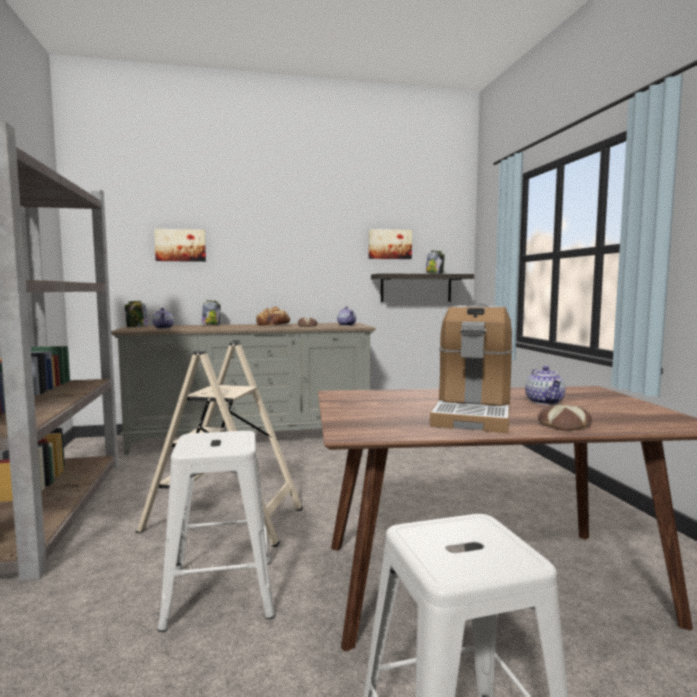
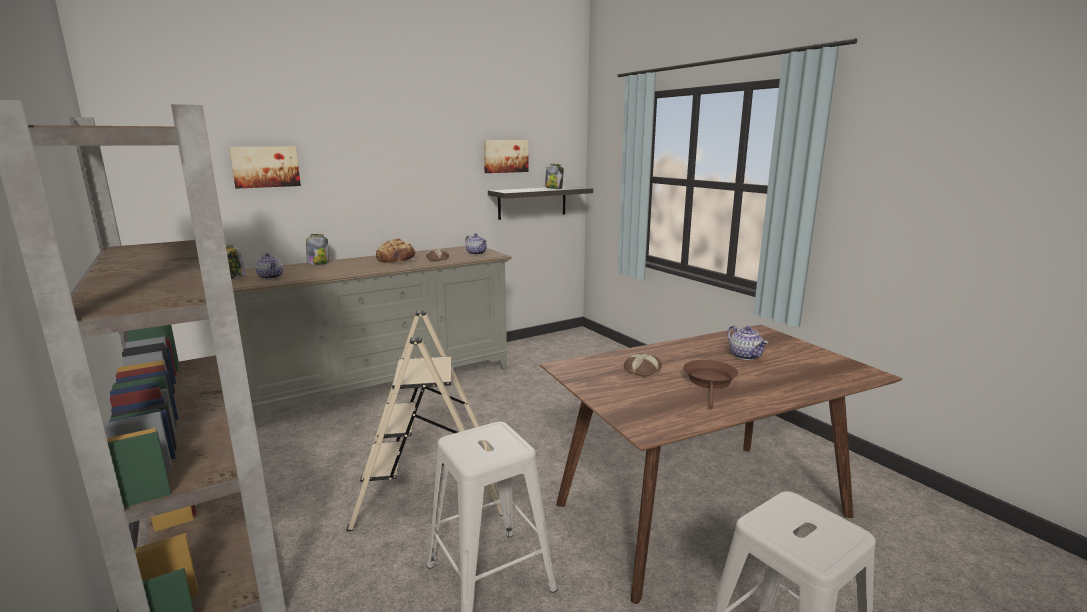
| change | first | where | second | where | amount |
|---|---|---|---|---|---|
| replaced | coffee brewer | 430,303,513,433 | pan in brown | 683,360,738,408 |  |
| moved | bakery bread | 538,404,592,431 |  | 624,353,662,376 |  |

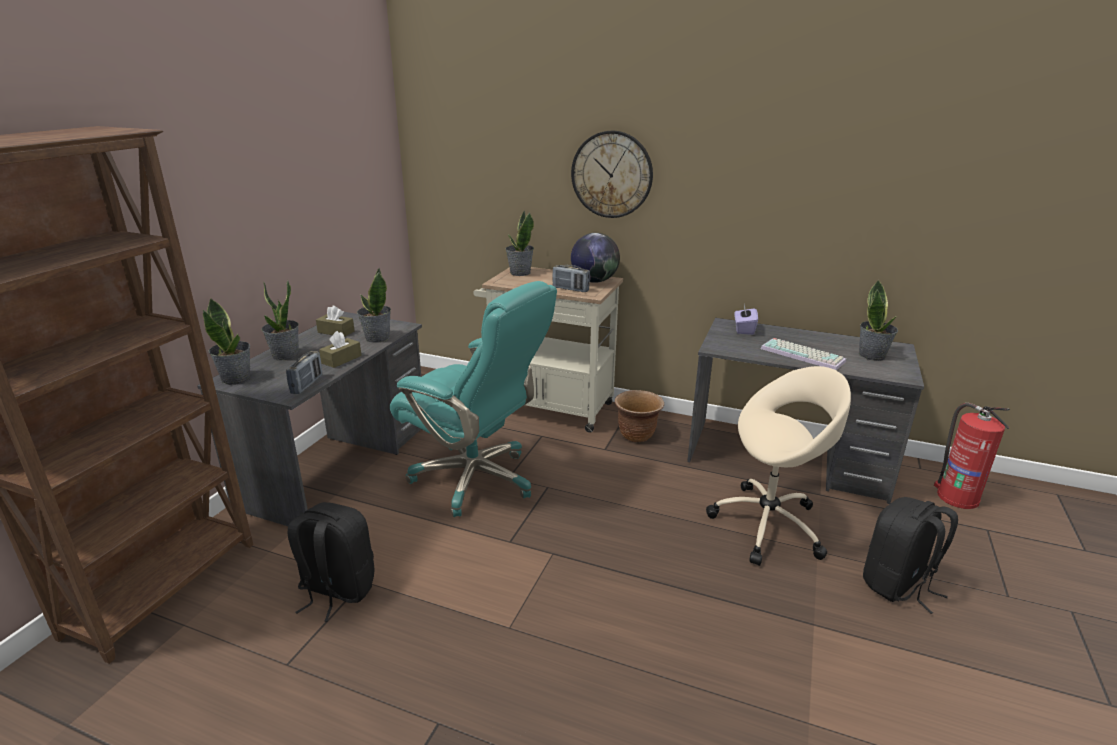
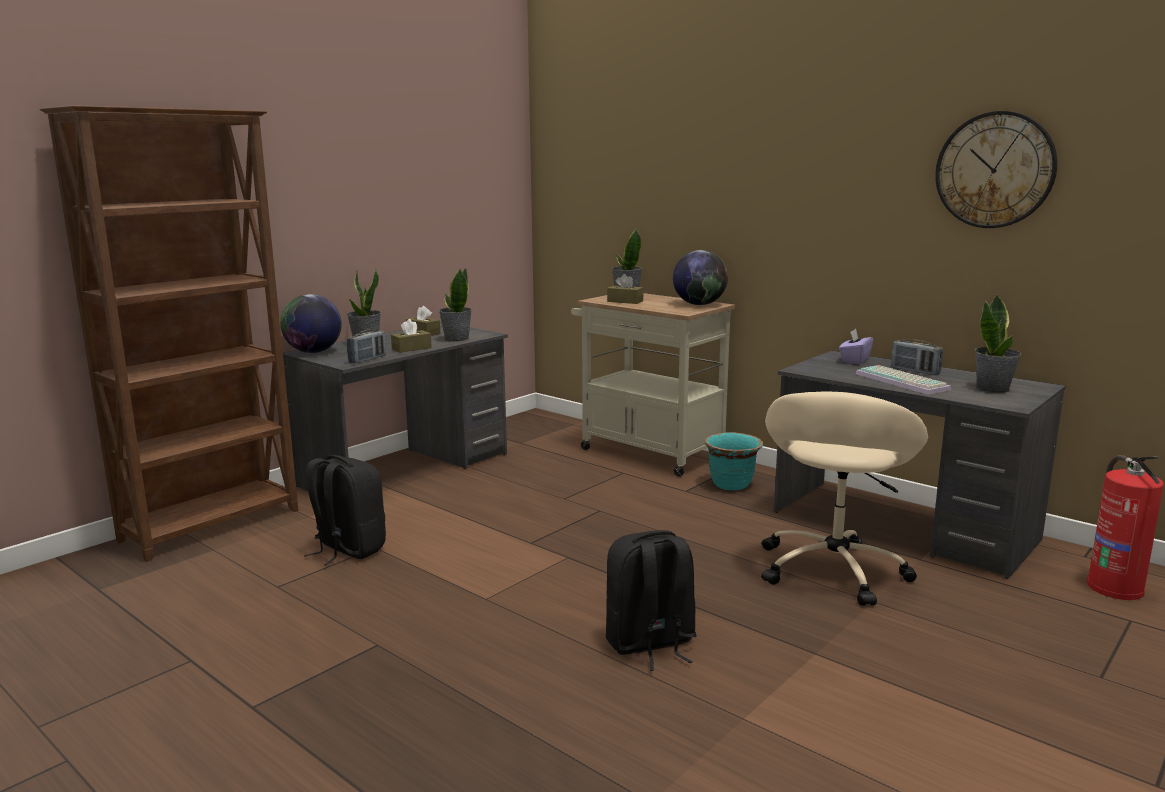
| change | first | where | second | where | amount |
|---|---|---|---|---|---|
| replaced | houseplant | 203,298,250,385 | globe | 280,294,342,353 |  |
| removed | computer chair in turquoise | 390,281,557,517 |  |  |  |
| moved | radio receiver | 552,265,590,292 |  | 891,339,943,375 |  |
| moved | hanging clock | 571,131,653,218 |  | 935,111,1057,228 |  |
| recoloured | planter in brown | 615,390,664,442 | planter in turquoise | 705,432,763,491 |  |
| turned | computer chair in beige-coloured | 706,366,851,566 |  | 761,392,928,606 | 90 degrees clockwise |
| moved | knapsack in blackish | 863,497,958,614 |  | 606,530,697,671 |  |
| added |  |  | tissue holder in brown | 607,274,643,304 |  |

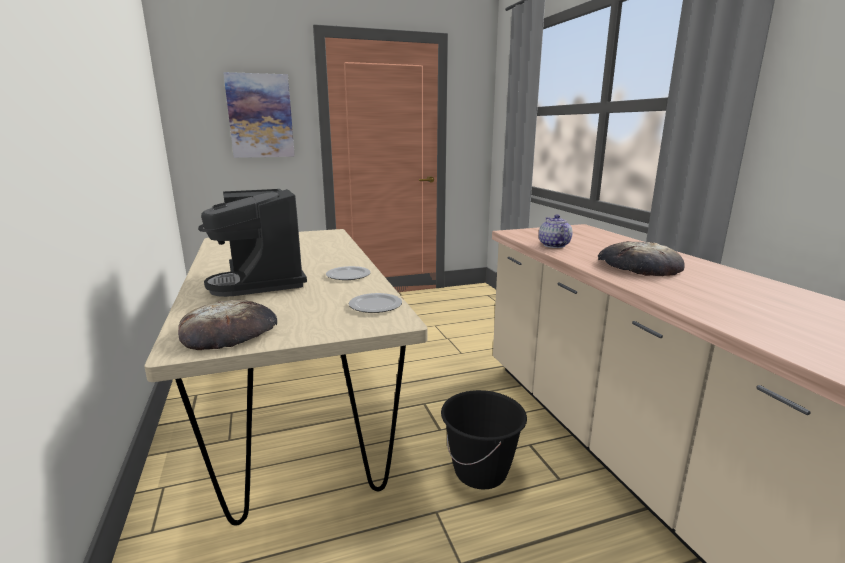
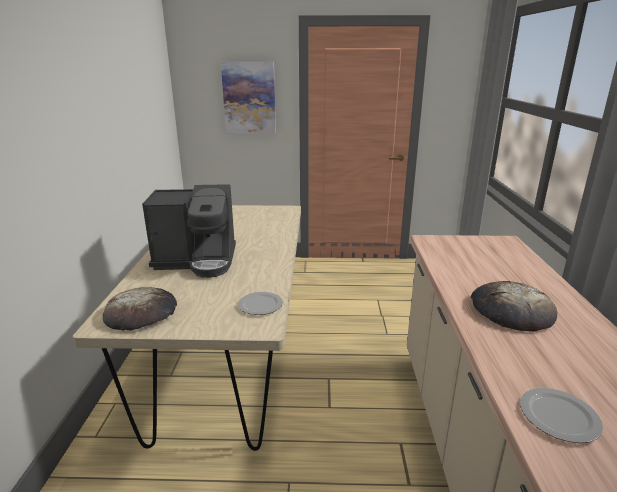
| change | first | where | second | where | amount |
|---|---|---|---|---|---|
| turned | coffee brewer | 198,189,307,297 |  | 142,184,236,278 | 90 degrees counterclockwise |
| moved | flat dish | 326,266,371,280 |  | 520,388,603,443 |  |
| removed | bucket in blackish | 441,390,527,489 |  |  |  |
| removed | teapot | 539,214,572,248 |  |  |  |

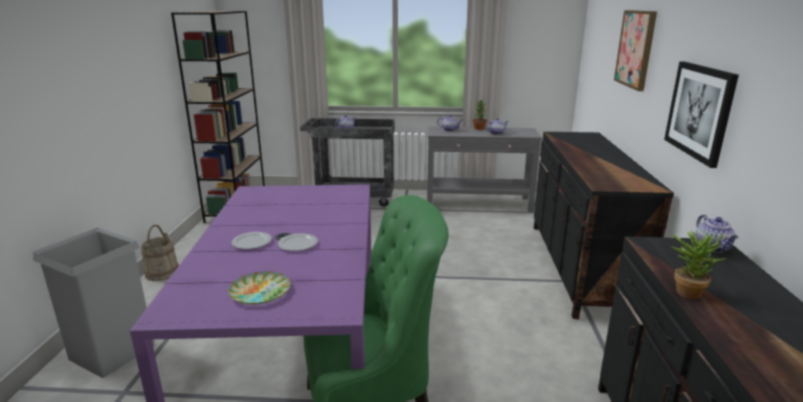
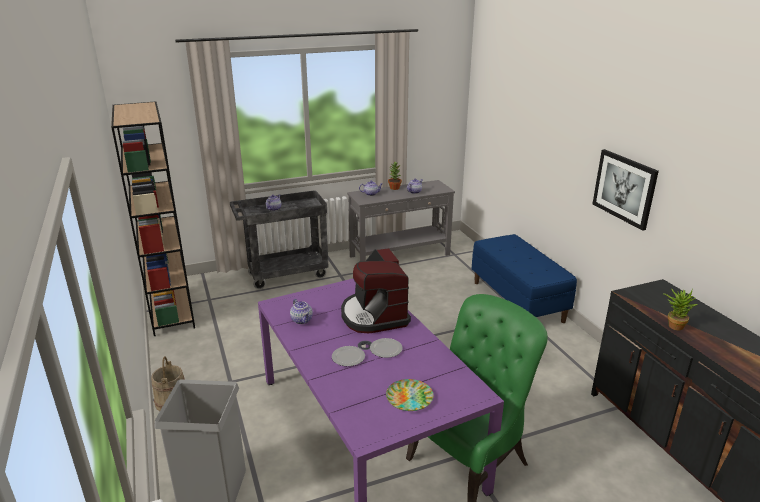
| change | first | where | second | where | amount |
|---|---|---|---|---|---|
| replaced | storage cabinet in blackish | 534,132,674,319 | bench in blue-coloured | 472,234,577,323 |  |
| removed | picture | 614,10,657,91 |  |  |  |
| moved | teapot | 695,215,738,253 |  | 290,299,313,324 |  |
| added |  |  | coffee brewer | 341,248,411,334 |  |

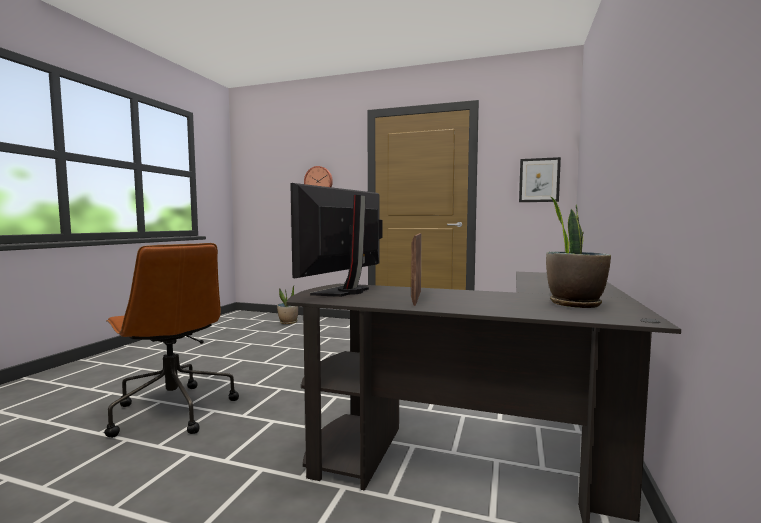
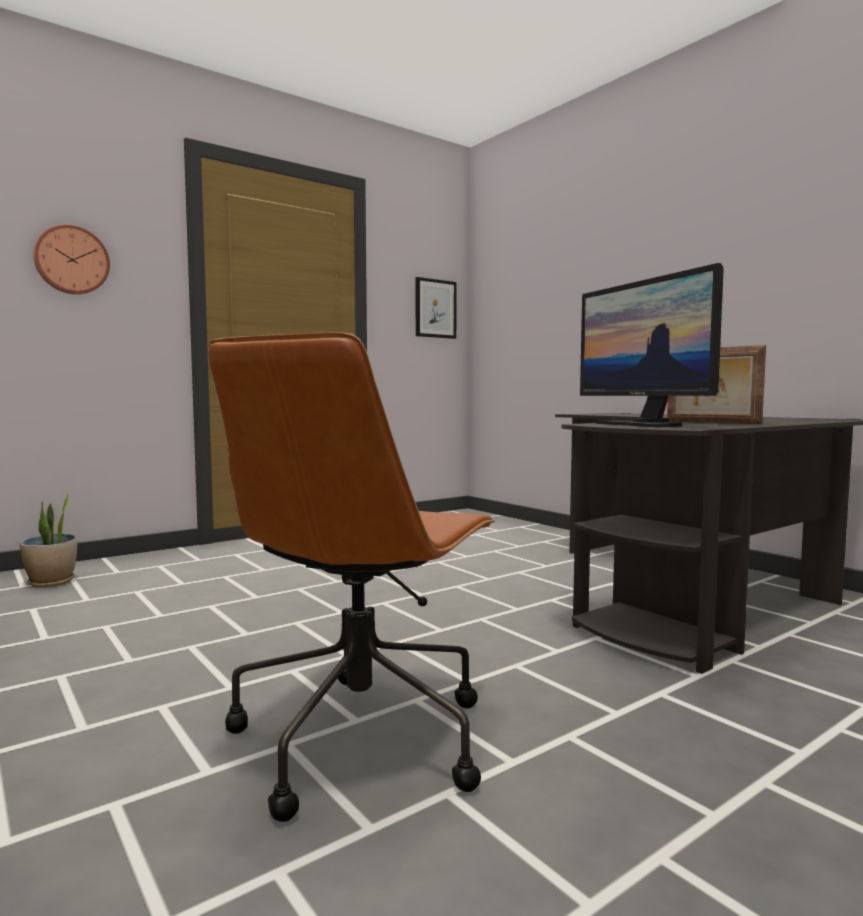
| change | first | where | second | where | amount |
|---|---|---|---|---|---|
| turned | computer chair in brown | 104,243,239,438 |  | 208,332,495,822 | 120 degrees clockwise |
| removed | houseplant | 546,197,611,308 |  |  |  |

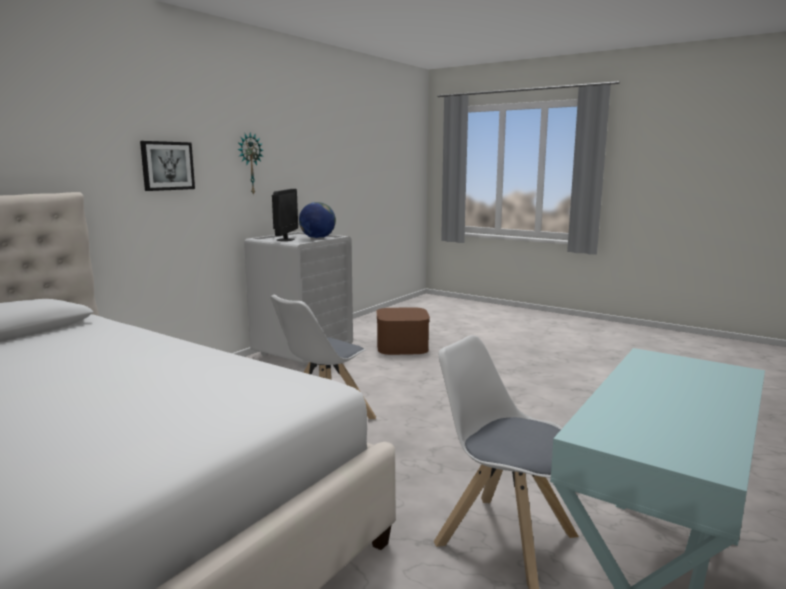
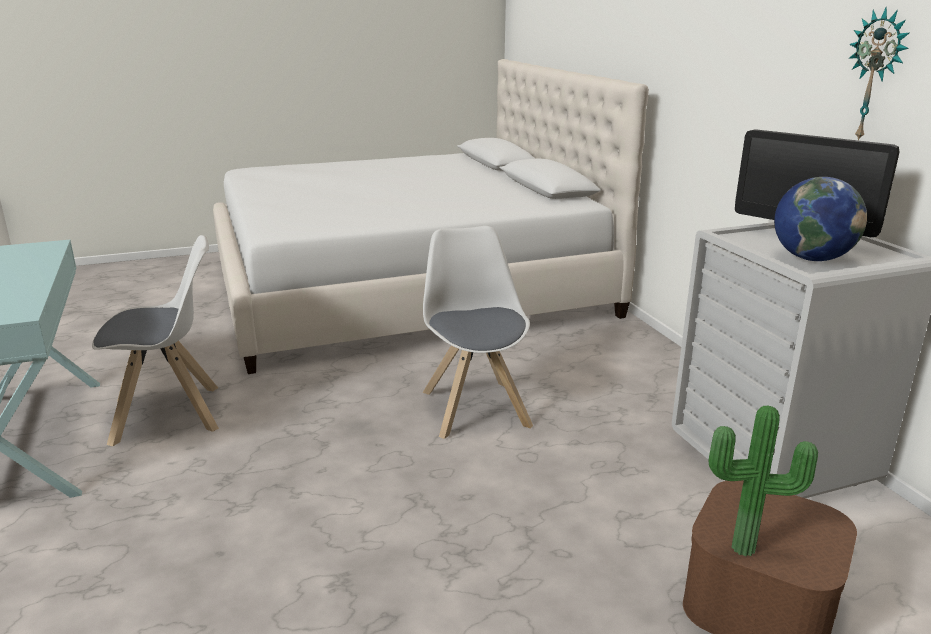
| change | first | where | second | where | amount |
|---|---|---|---|---|---|
| removed | picture | 140,141,195,191 |  |  |  |
| added |  |  | houseplant | 709,406,818,556 |  |

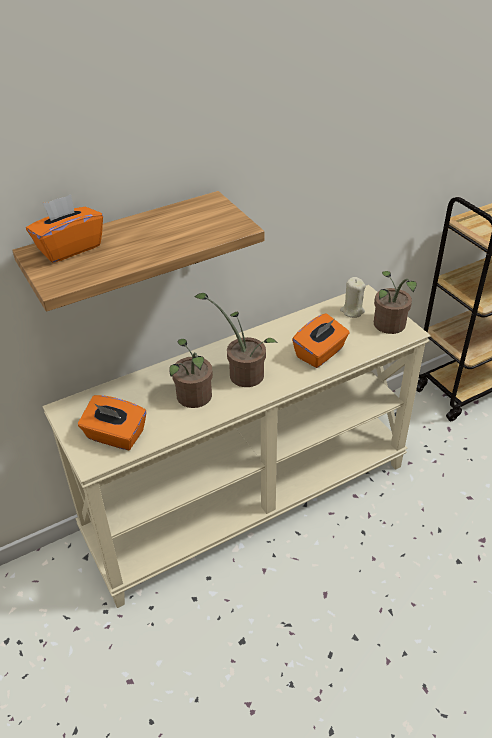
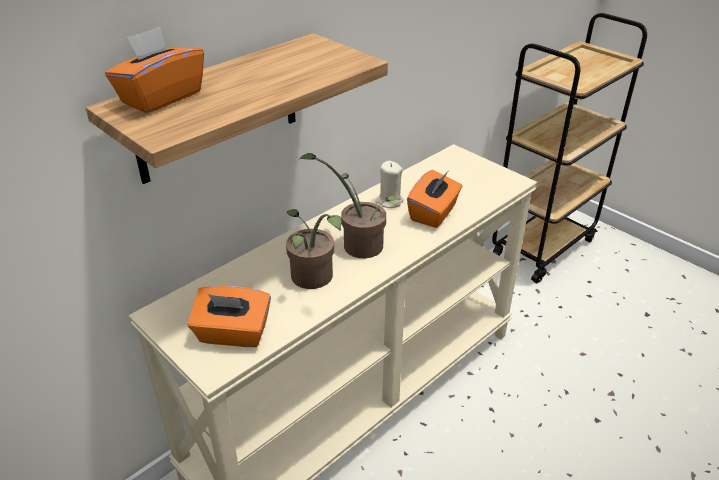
| change | first | where | second | where | amount |
|---|---|---|---|---|---|
| moved | wax candle in beige-coloured | 340,277,366,318 |  | 375,161,404,208 |  |
| removed | houseplant | 374,271,417,334 |  |  |  |

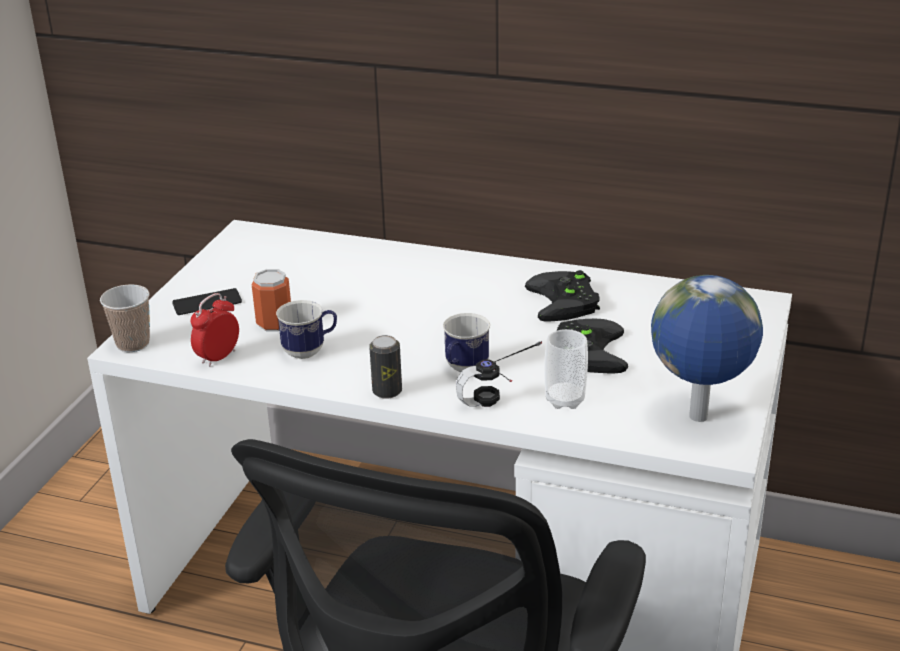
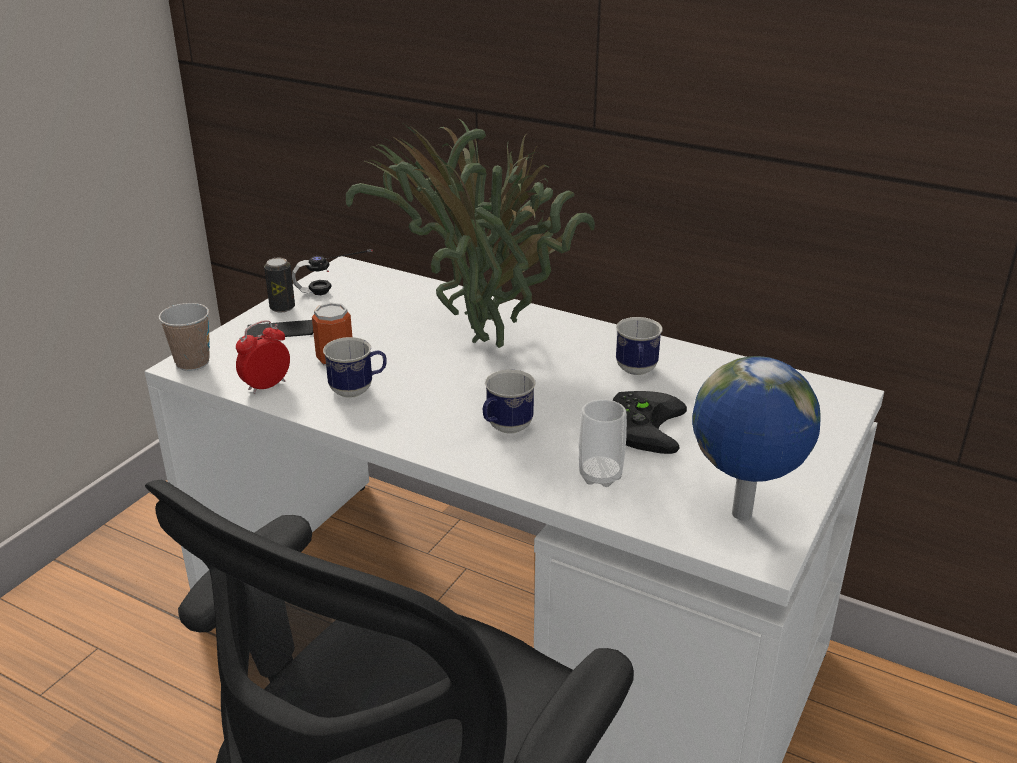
| change | first | where | second | where | amount |
|---|---|---|---|---|---|
| moved | sealed can | 369,335,402,399 |  | 264,258,295,312 |  |
| moved | headphones | 456,341,542,407 |  | 292,249,373,295 |  |
| replaced | gamepad in blackish | 525,270,600,322 | tea mug | 616,317,663,375 |  |
| added |  |  | houseplant | 346,119,595,348 |  |

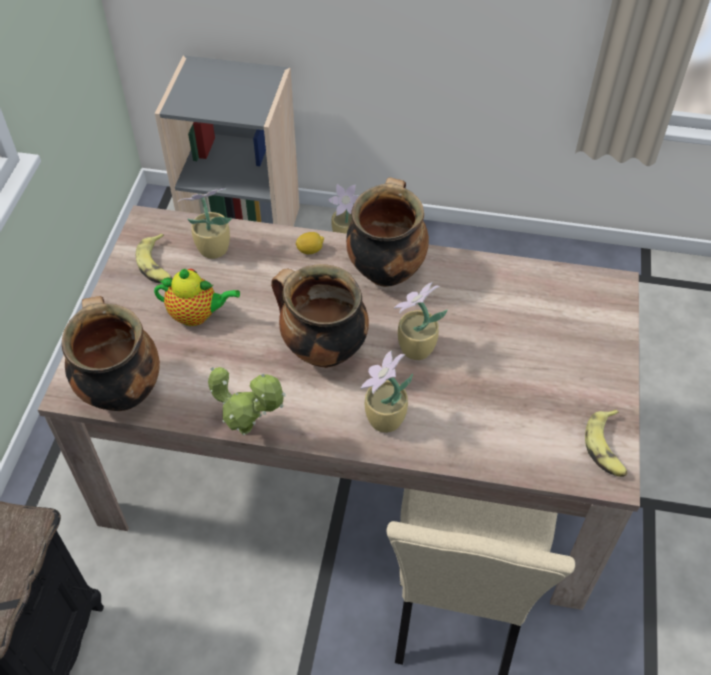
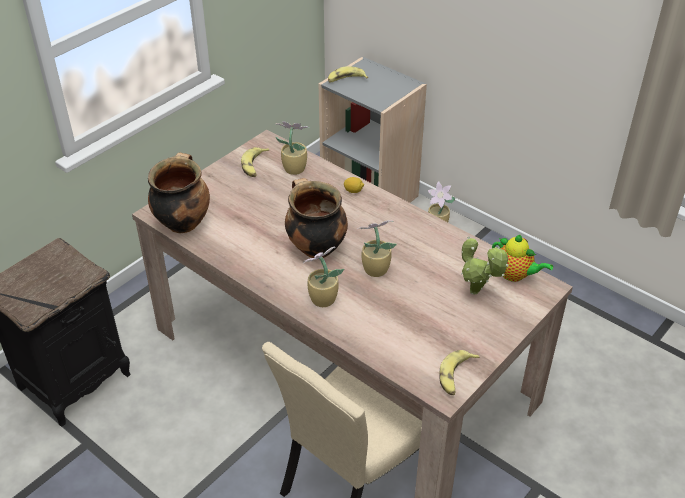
| change | first | where | second | where | amount |
|---|---|---|---|---|---|
| moved | teapot | 154,269,240,326 |  | 492,235,553,282 |  |
| moved | houseplant | 208,367,286,436 |  | 461,237,509,294 |  |
| removed | cooking pot | 346,177,429,287 |  |  |  |
| added |  |  | whole banana | 328,66,368,82 |  |

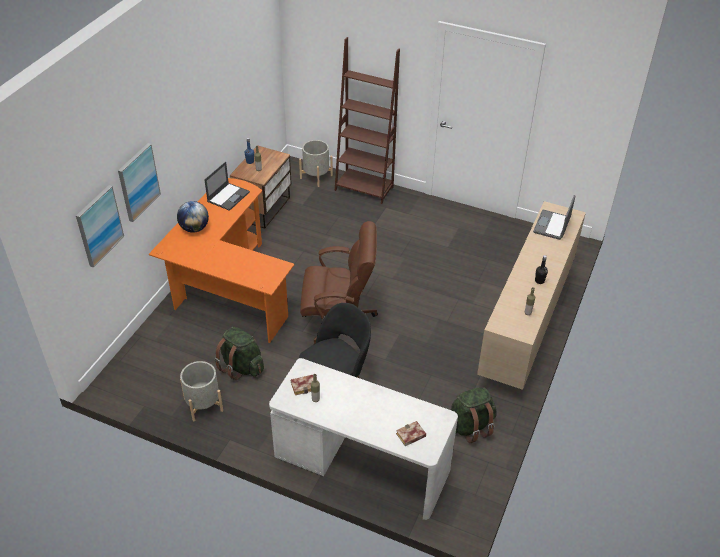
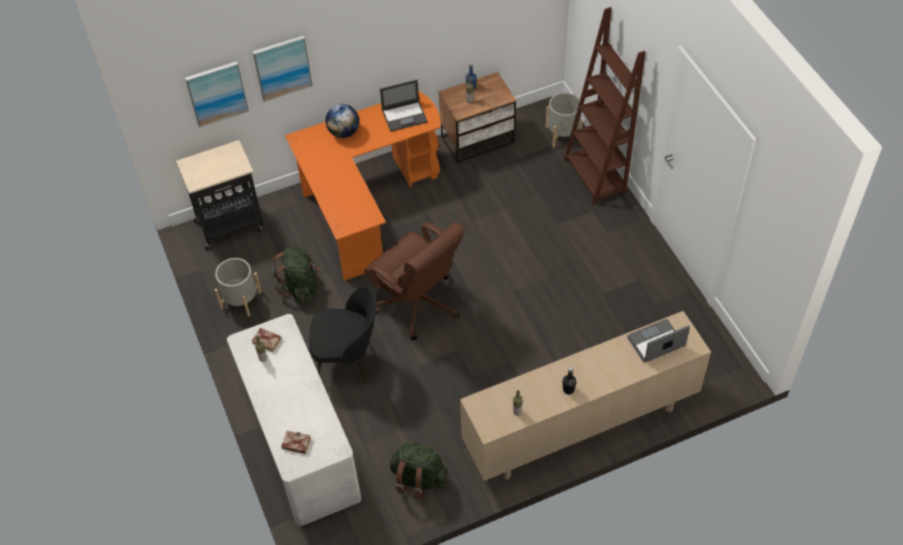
| change | first | where | second | where | amount |
|---|---|---|---|---|---|
| added |  |  | wheeled cart | 176,140,265,251 |  |

